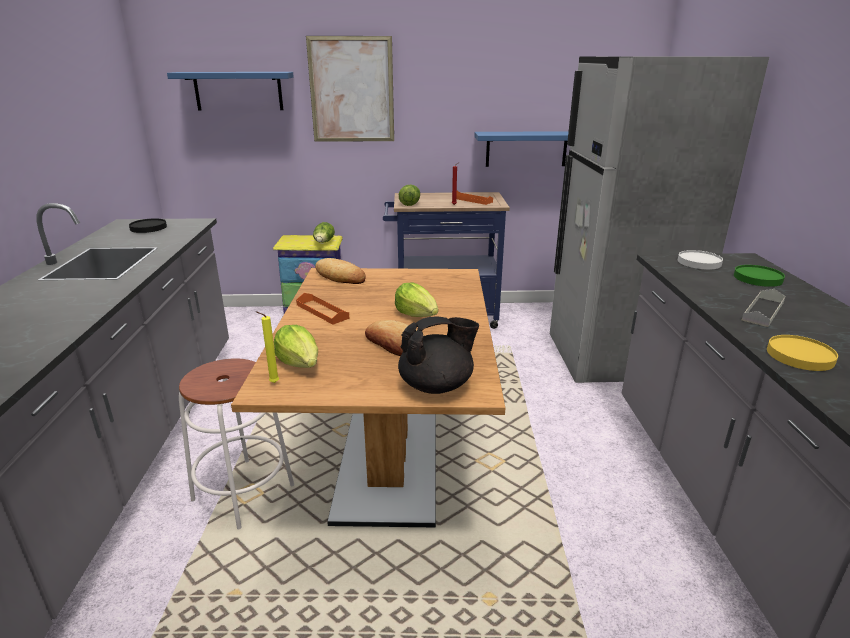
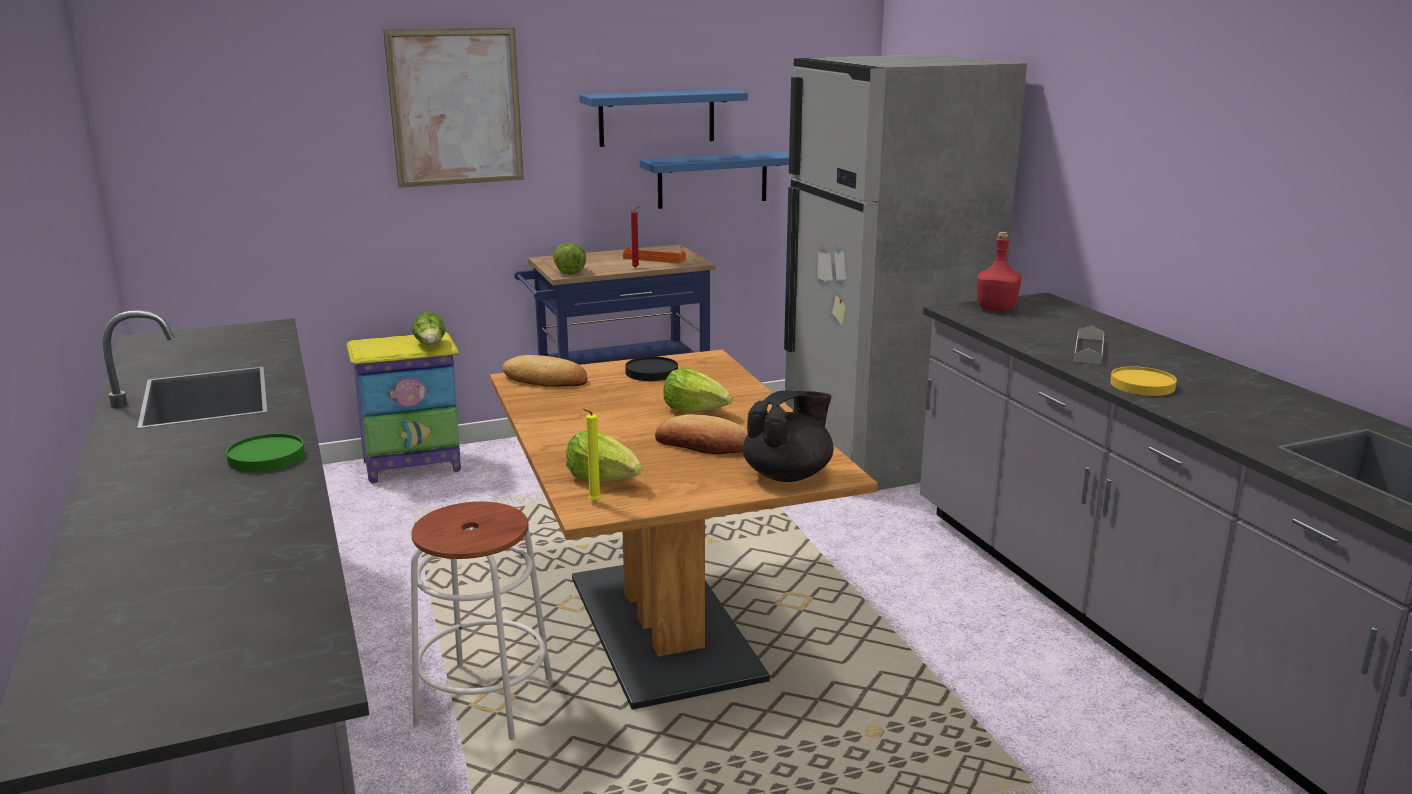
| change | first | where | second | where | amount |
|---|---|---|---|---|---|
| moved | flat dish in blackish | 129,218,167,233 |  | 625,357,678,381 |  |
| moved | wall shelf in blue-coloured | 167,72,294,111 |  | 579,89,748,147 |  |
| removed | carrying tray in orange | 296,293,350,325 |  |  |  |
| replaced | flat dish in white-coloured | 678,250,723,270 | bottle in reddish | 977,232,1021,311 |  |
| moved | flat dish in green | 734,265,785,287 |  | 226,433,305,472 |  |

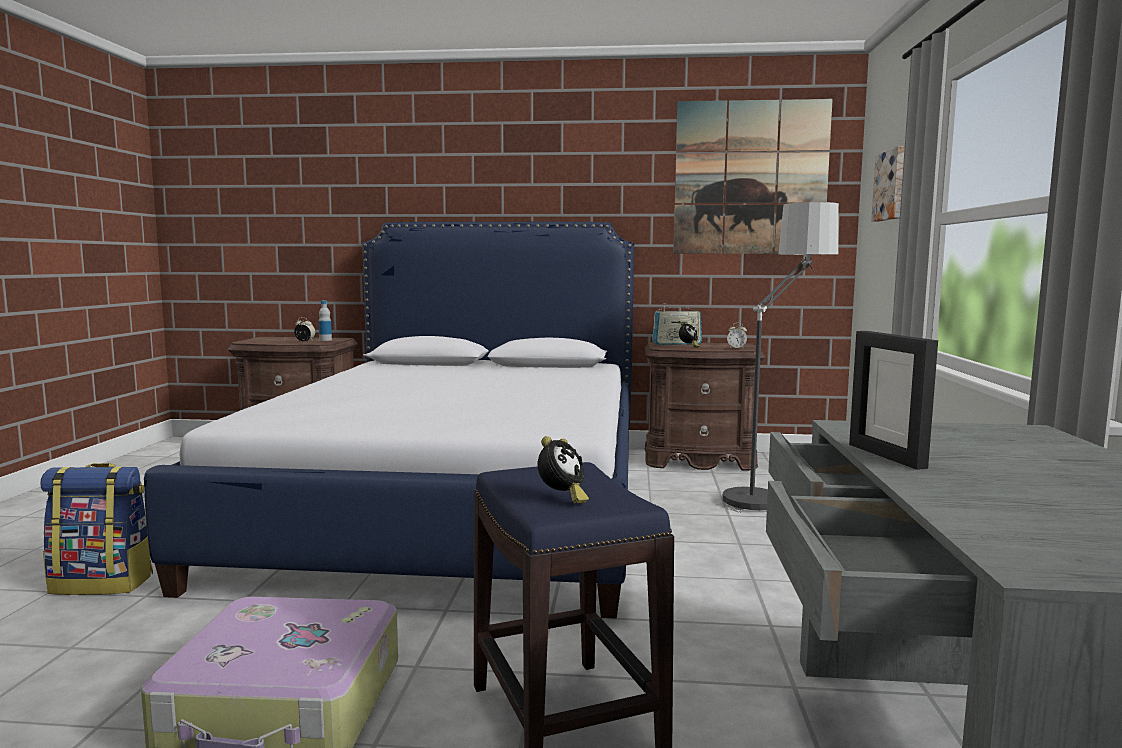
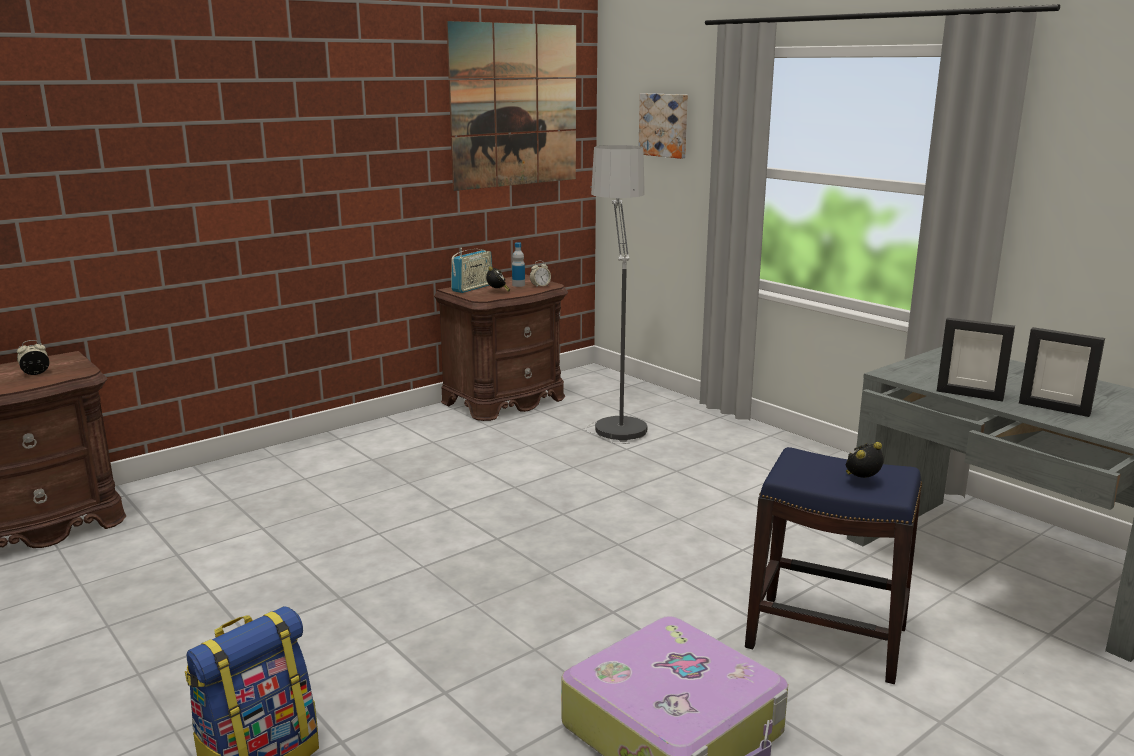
| change | first | where | second | where | amount |
|---|---|---|---|---|---|
| removed | bed | 144,222,634,619 |  |  |  |
| moved | bottle | 319,300,332,341 |  | 512,242,525,287 |  |
| turned | alarm clock | 538,436,589,504 |  | 846,442,884,478 | 105 degrees counterclockwise |
| added |  |  | standing frame | 1019,327,1105,417 |  |

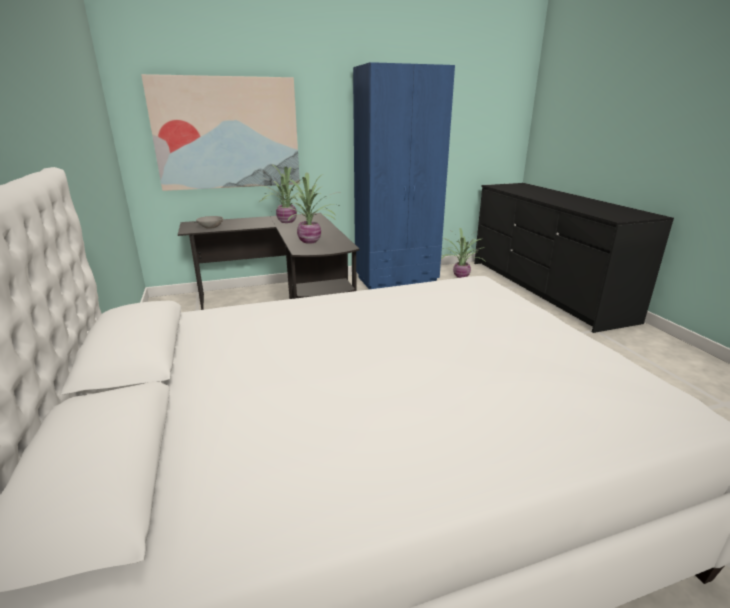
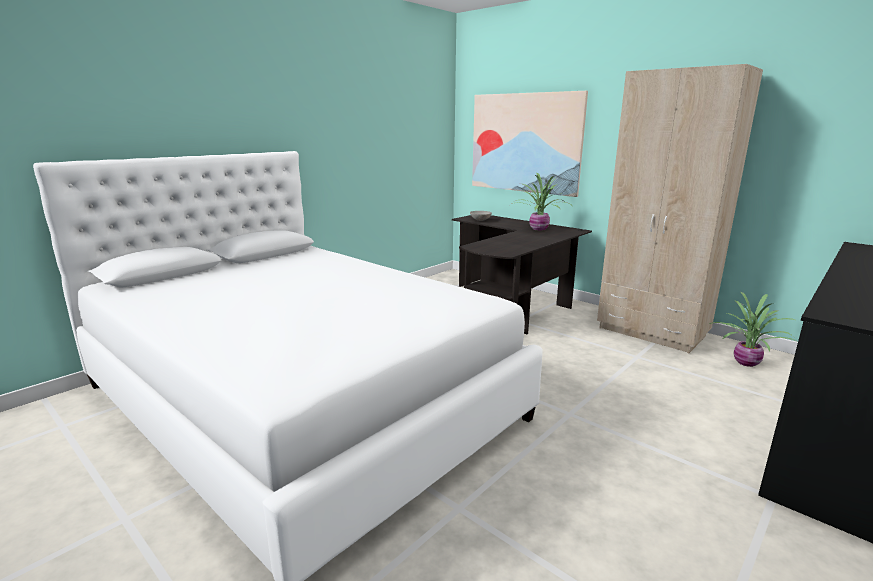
| change | first | where | second | where | amount |
|---|---|---|---|---|---|
| removed | houseplant | 274,172,341,244 |  |  |  |
| recoloured | wardrobe in blue-coloured | 353,62,455,289 | wardrobe in beige-coloured | 597,64,763,353 |  |

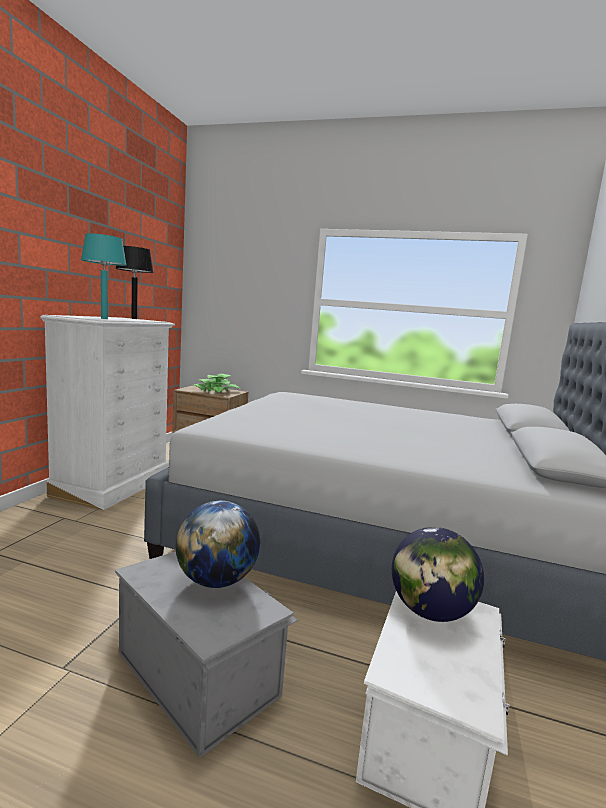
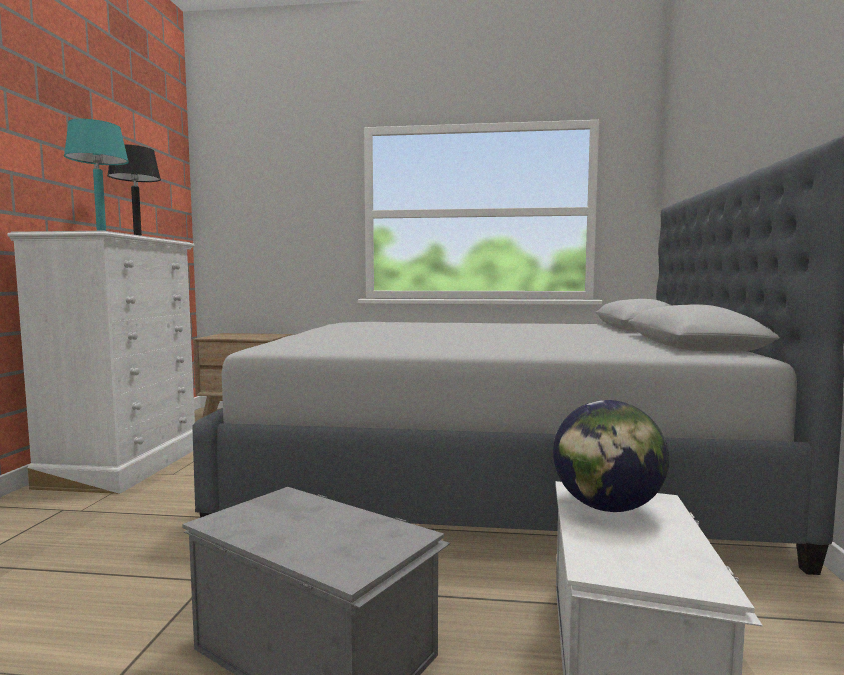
| change | first | where | second | where | amount |
|---|---|---|---|---|---|
| removed | globe | 176,501,260,588 |  |  |  |
| removed | houseplant | 194,374,240,393 |  |  |  |

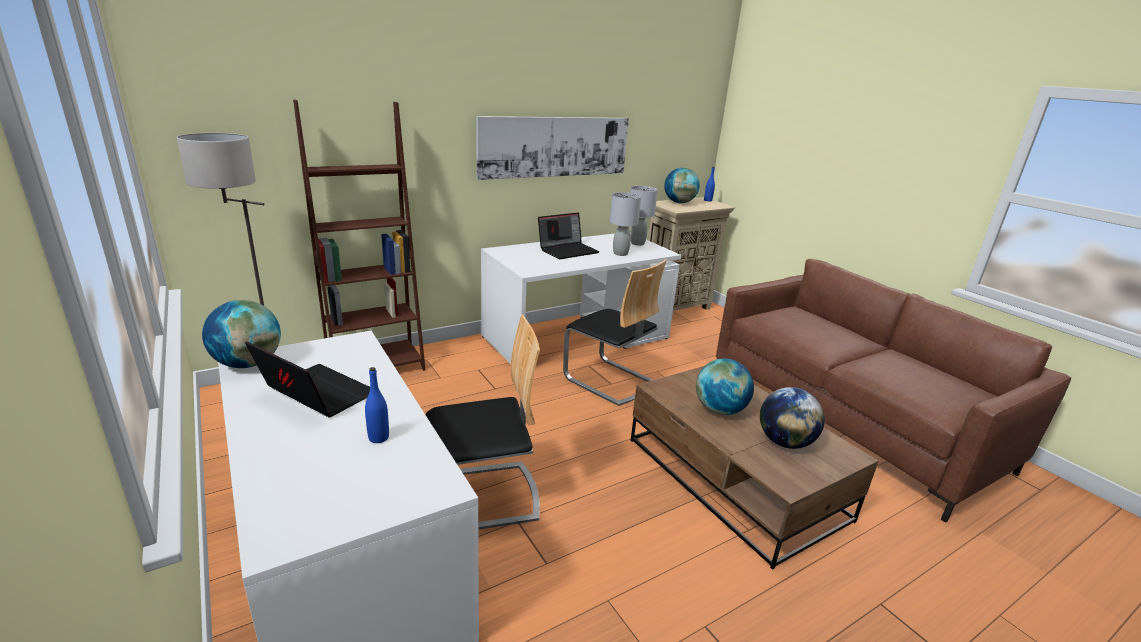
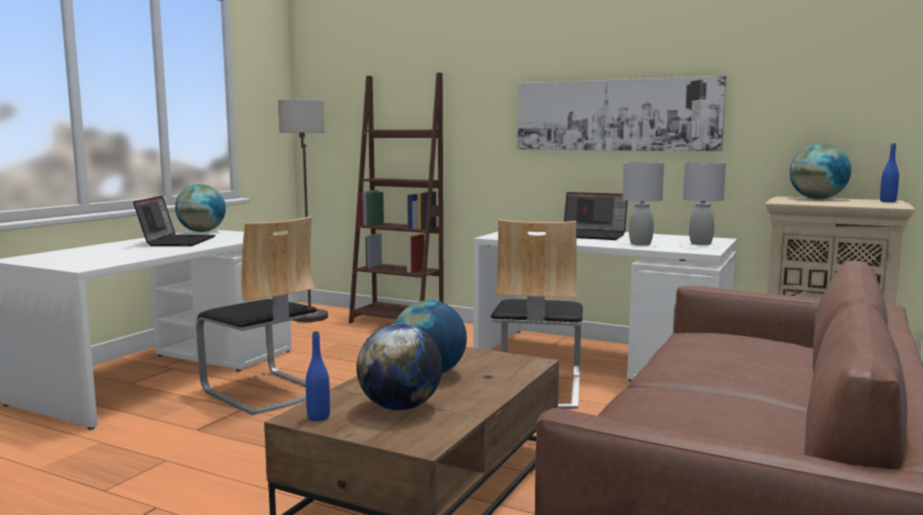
| change | first | where | second | where | amount |
|---|---|---|---|---|---|
| moved | bottle in blue-coloured | 365,367,389,443 |  | 306,331,330,421 |  |

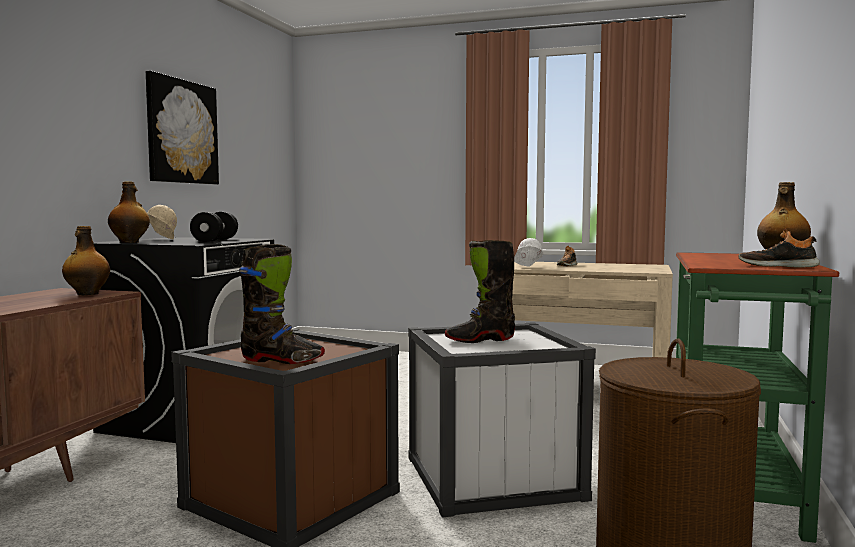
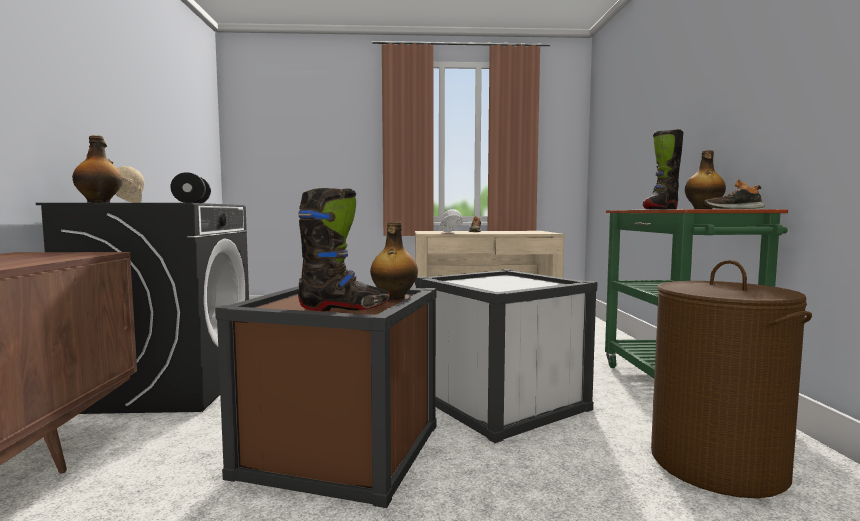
| change | first | where | second | where | amount |
|---|---|---|---|---|---|
| moved | bottle | 62,226,110,295 |  | 370,222,418,300 |  |
| removed | picture | 146,71,219,184 |  |  |  |
| moved | boot in blackish | 445,240,515,343 |  | 643,129,684,210 |  |

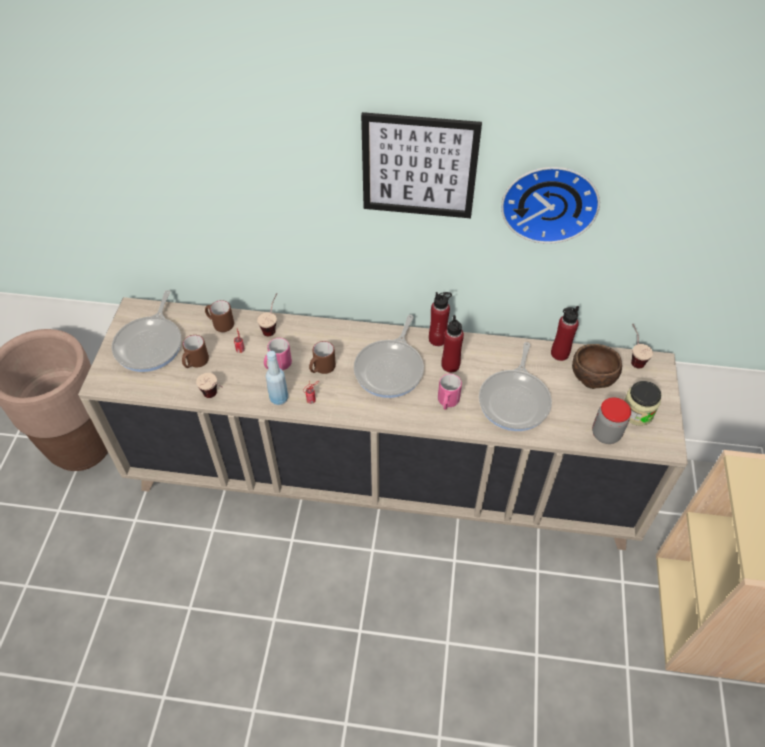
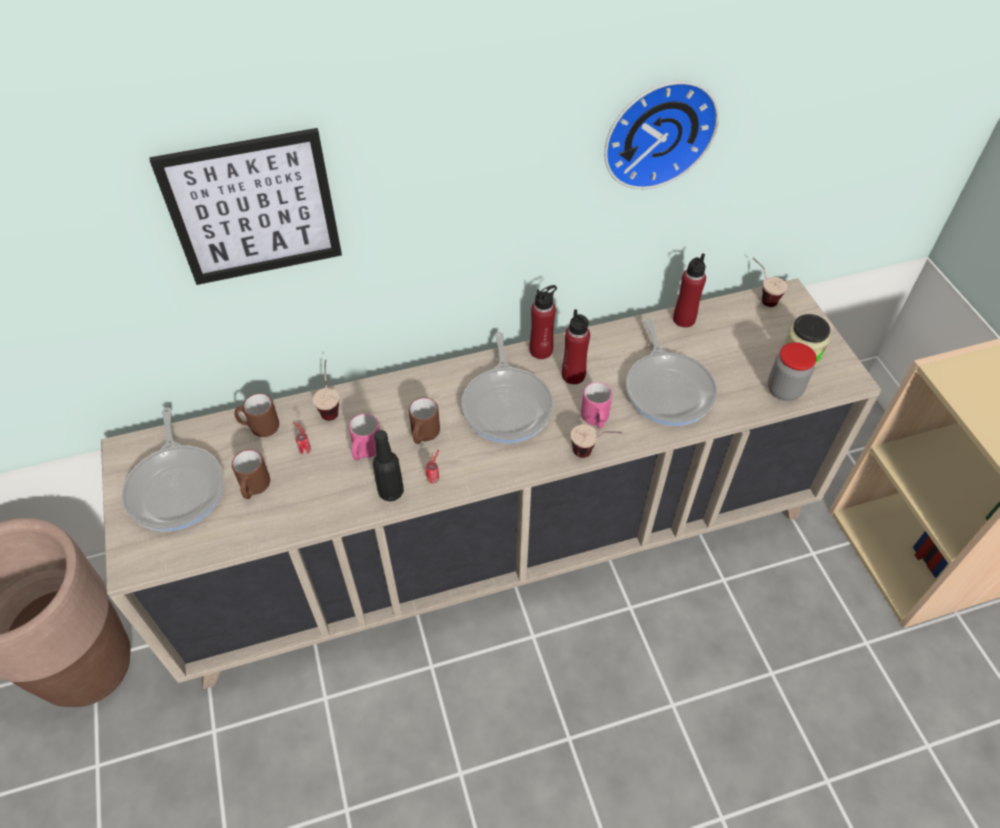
| change | first | where | second | where | amount |
|---|---|---|---|---|---|
| moved | drinking cup | 196,373,223,398 |  | 571,424,622,458 |  |
| recoloured | bottle in blue-coloured | 266,351,288,405 | bottle in blackish | 373,430,404,502 |  |
| moved | picture | 361,112,482,218 |  | 149,128,342,285 |  |
| removed | serving bowl in brown | 572,344,622,389 |  |  |  |

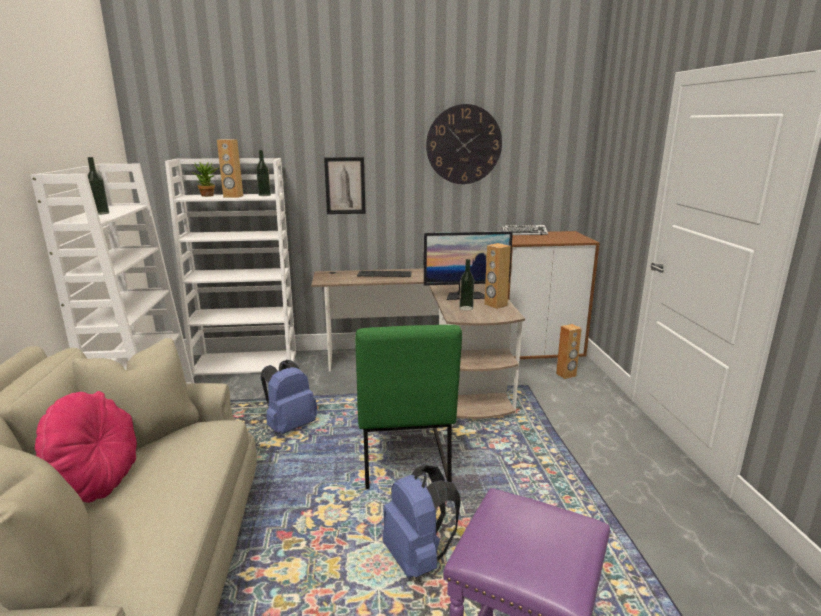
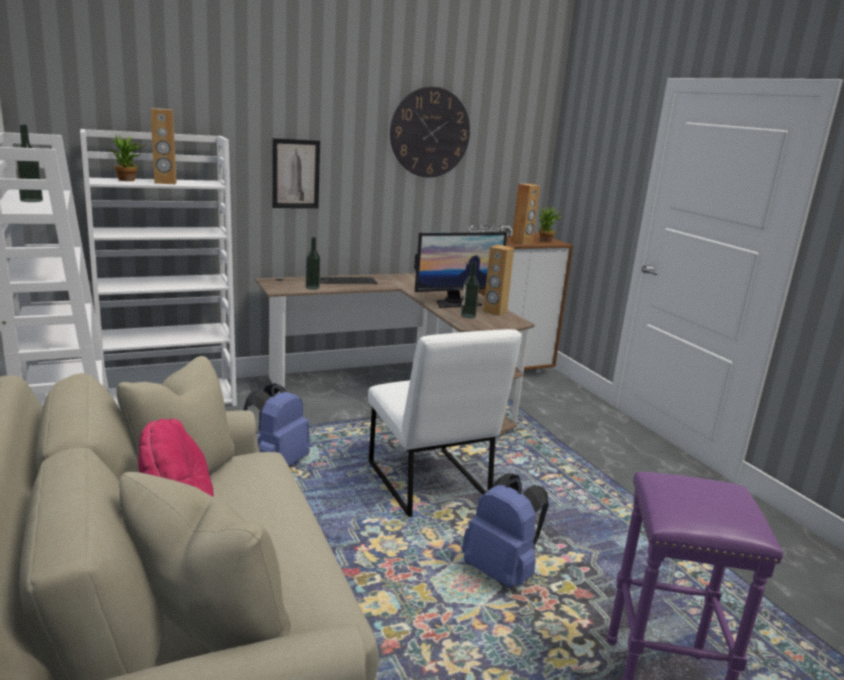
| change | first | where | second | where | amount |
|---|---|---|---|---|---|
| moved | bottle | 256,150,271,196 |  | 305,237,320,290 |  |
| recoloured | chair in green | 355,325,462,489 | chair in white-coloured | 368,329,522,517 |  |
| moved | loudspeaker in brown | 556,324,582,379 |  | 511,184,540,244 |  |
| added |  |  | houseplant | 539,206,563,242 |  |

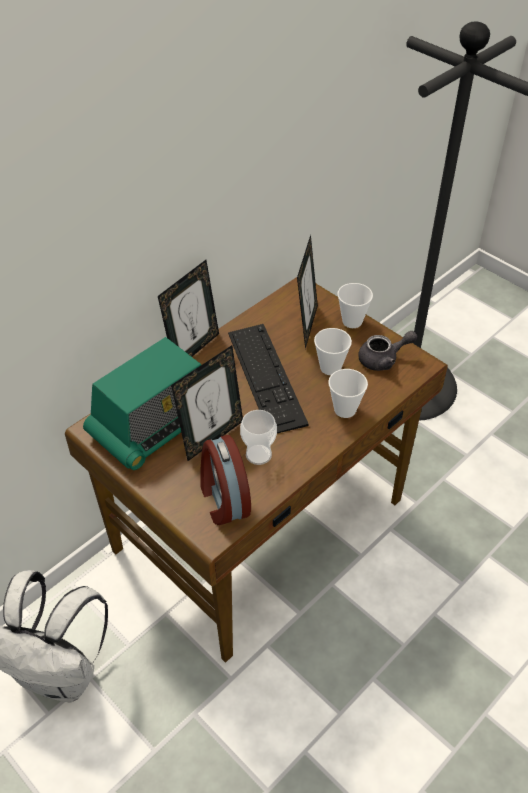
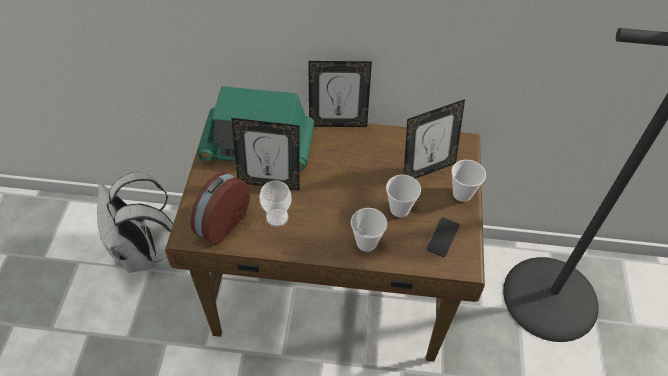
| change | first | where | second | where | amount |
|---|---|---|---|---|---|
| removed | PC keyboard | 228,324,309,433 |  |  |  |
| replaced | teapot in grey | 358,331,417,371 | phone | 426,217,460,257 |  |

